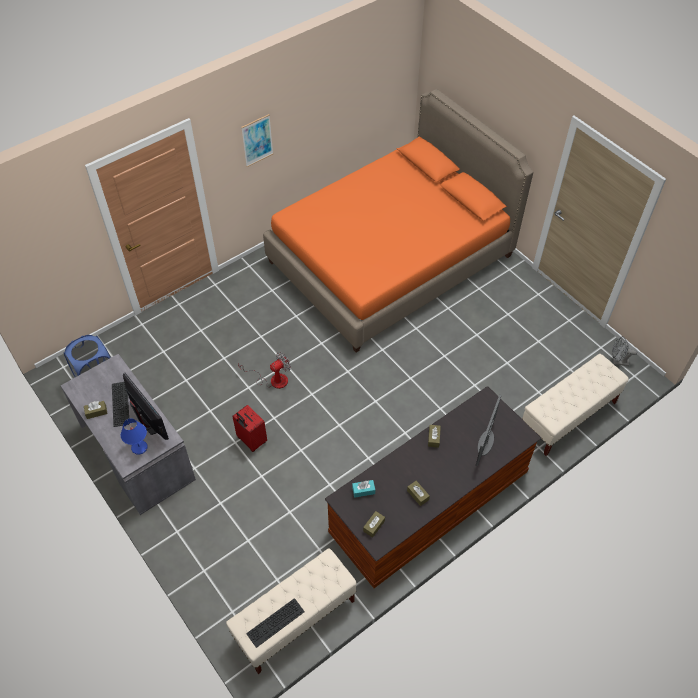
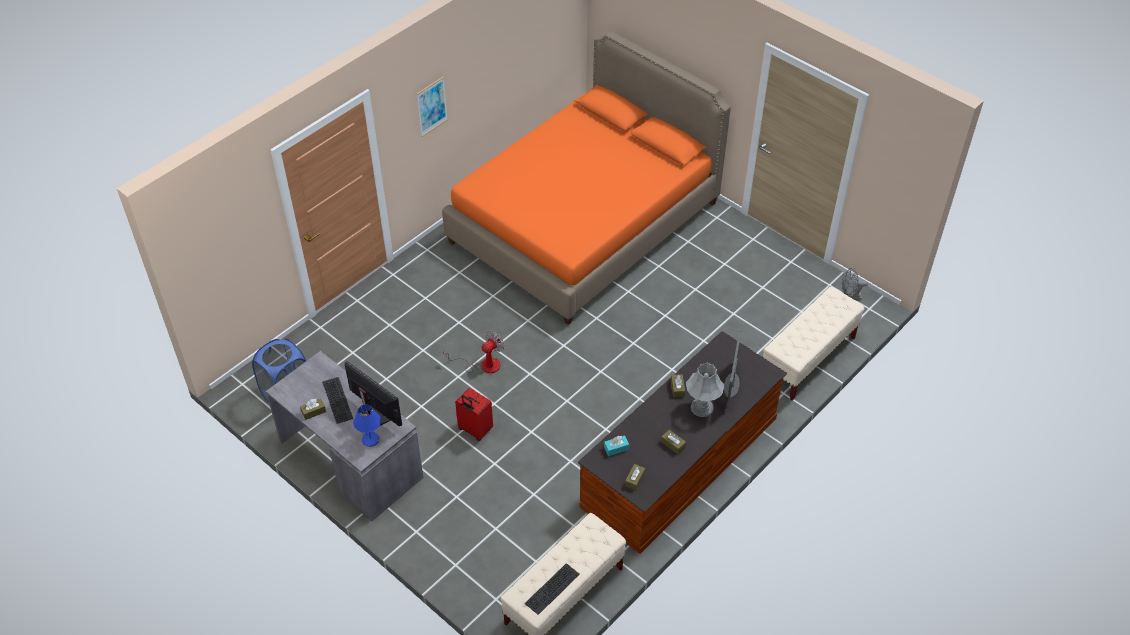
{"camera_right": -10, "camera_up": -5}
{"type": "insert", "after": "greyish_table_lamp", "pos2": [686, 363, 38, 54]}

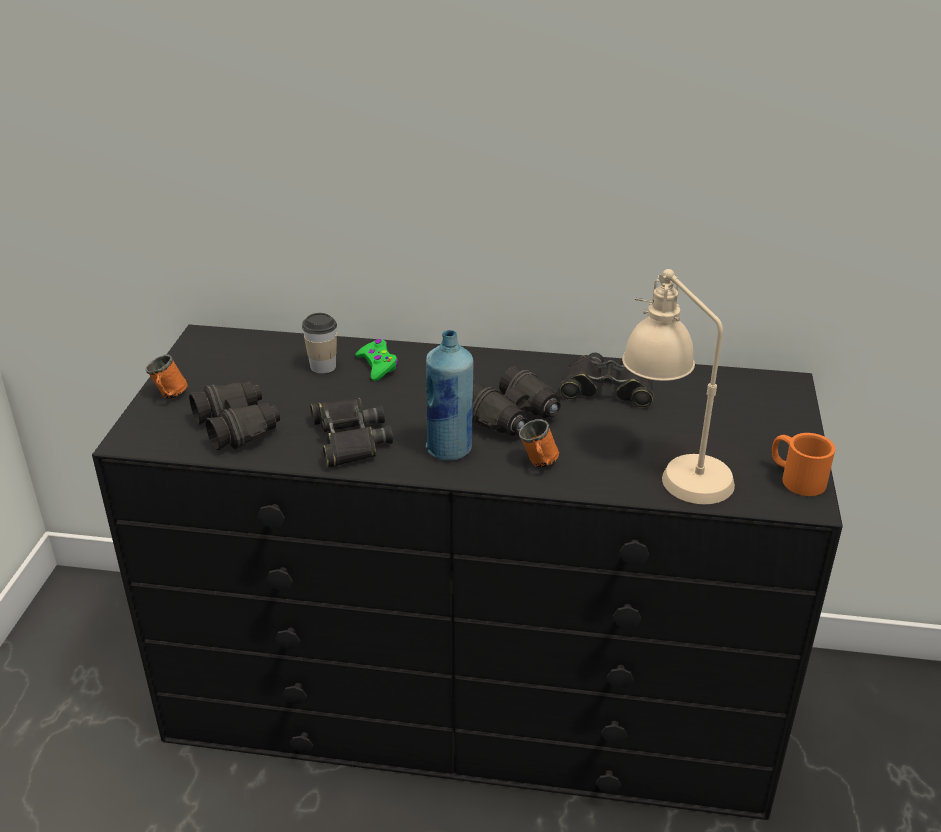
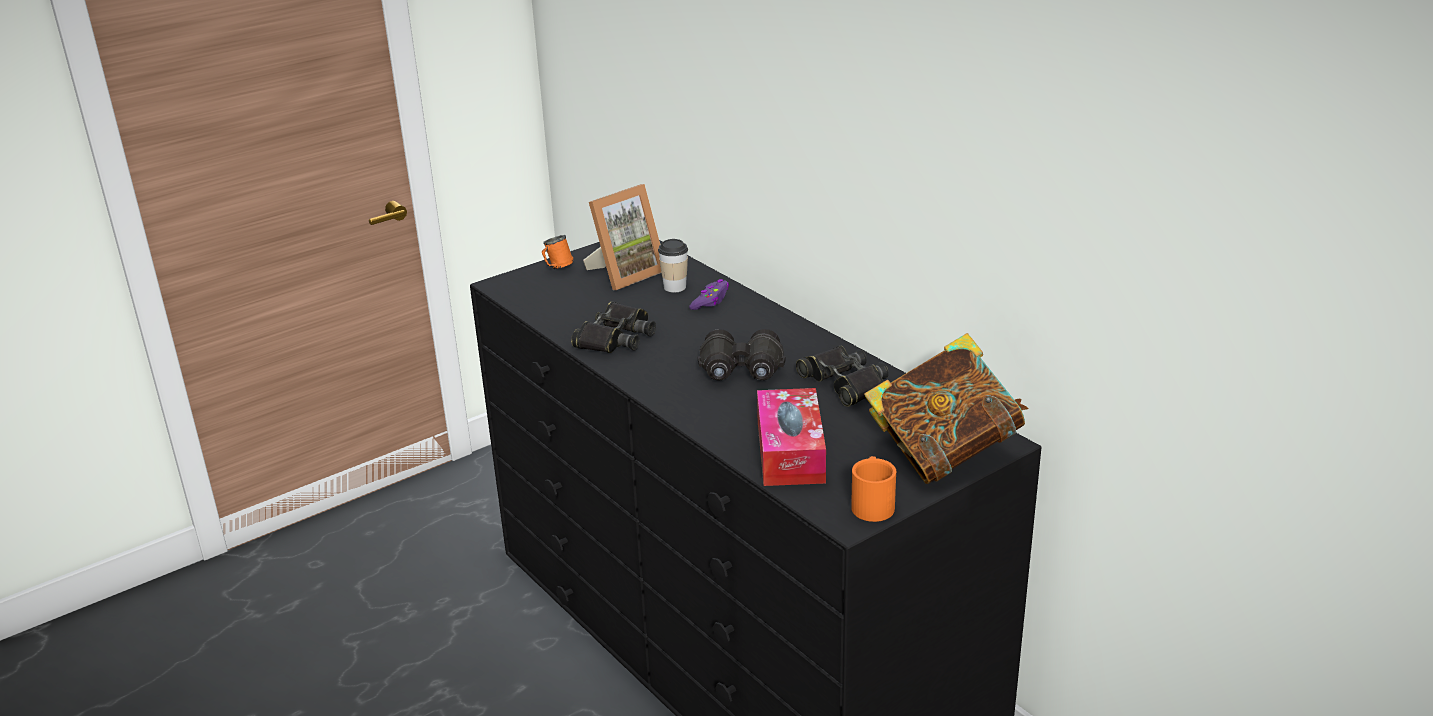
{"camera_right": 45, "camera_up": -5}
{"type": "replace", "before": "beige_table_lamp", "after": "box_of_tissues", "pos1": [622, 269, 113, 235], "pos2": [757, 388, 69, 98]}
{"type": "delete", "before": "blue-coloured_bottle", "pos1": [426, 330, 47, 131]}
{"type": "recolor", "before": "greenish_gamepad", "after": "purple_gamepad", "pos1": [356, 339, 42, 42], "pos2": [689, 279, 40, 31]}
{"type": "delete", "before": "black-coloured_pair_of_binoculars", "pos1": [189, 381, 91, 69]}
{"type": "delete", "before": "orange_coffee_mug", "pos1": [519, 419, 40, 48]}
{"type": "insert", "after": "picture_frame", "pos2": [583, 184, 78, 106]}
{"type": "insert", "after": "bound_book", "pos2": [864, 333, 165, 151]}

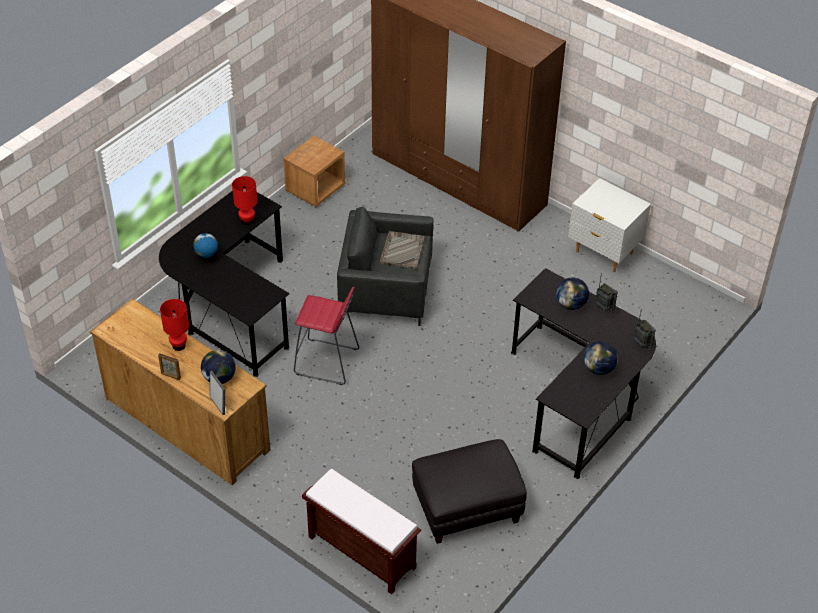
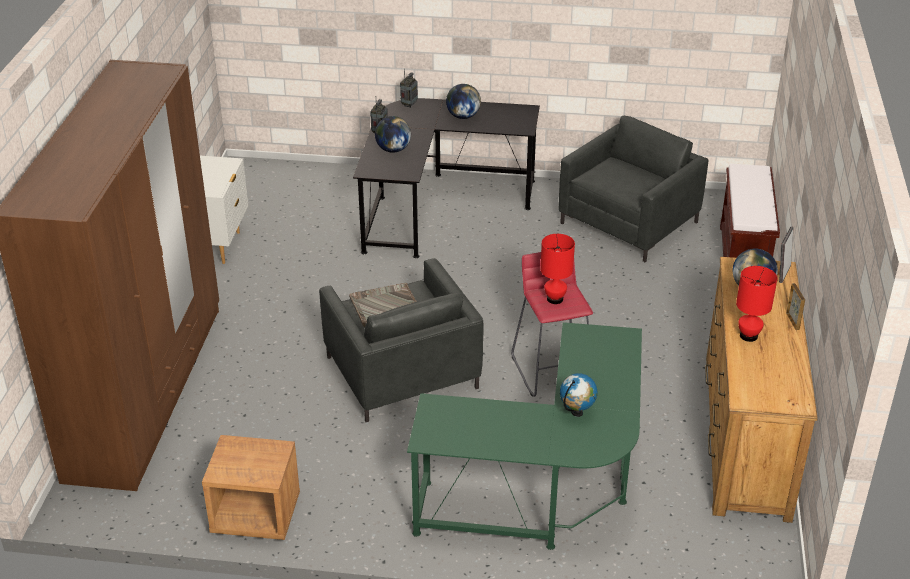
{"camera_right": -120, "camera_up": -10}
{"type": "move", "before": "red_table_lamp", "pos1": [232, 176, 25, 49], "pos2": [541, 234, 34, 70]}
{"type": "recolor", "before": "black-coloured_desk", "after": "greenish_desk", "pos1": [159, 191, 131, 186], "pos2": [407, 322, 235, 228]}
{"type": "replace", "before": "black-coloured_footrest", "after": "greyish_easy_chair", "pos1": [412, 439, 115, 105], "pos2": [559, 116, 150, 146]}

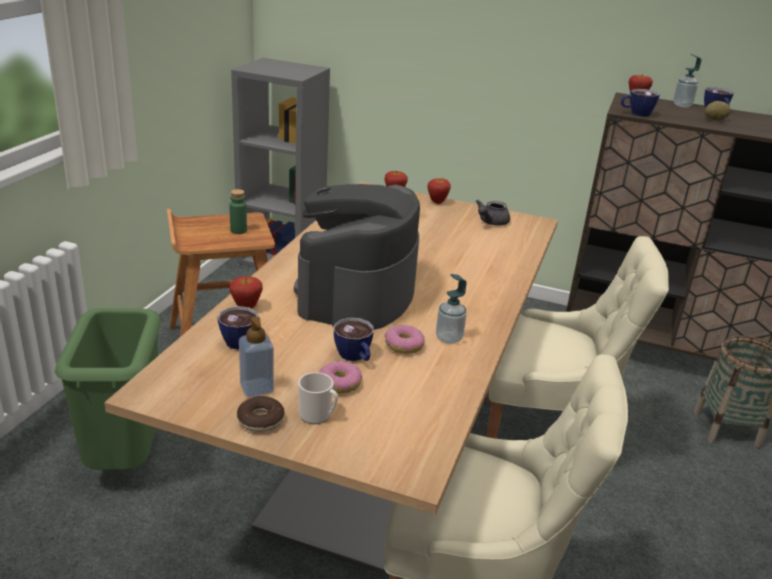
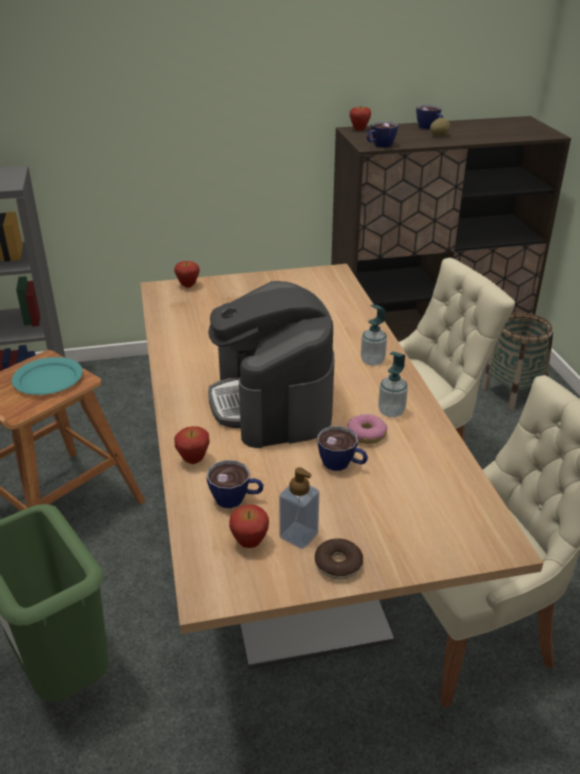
{"camera_right": -30, "camera_up": 5}
{"type": "move", "before": "soap_dispenser", "pos1": [673, 54, 28, 54], "pos2": [361, 305, 26, 61]}
{"type": "move", "before": "apple_fruit", "pos1": [427, 178, 24, 26], "pos2": [229, 504, 40, 44]}
{"type": "replace", "before": "greenish_bottle", "after": "turquoise-coloured_dinner_plate", "pos1": [230, 189, 17, 45], "pos2": [12, 357, 71, 38]}
{"type": "delete", "before": "greyish_pot_for_tea", "pos1": [476, 200, 34, 26]}
{"type": "delete", "before": "doughnut", "pos1": [319, 361, 43, 33]}
{"type": "delete", "before": "coffee_mug", "pos1": [298, 372, 40, 52]}

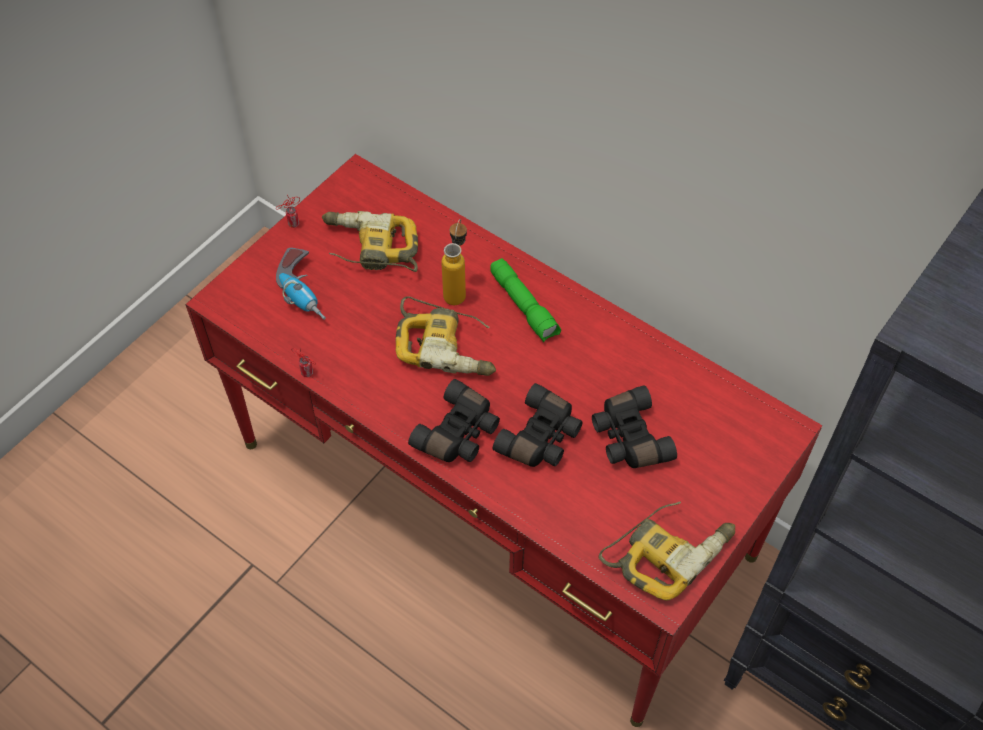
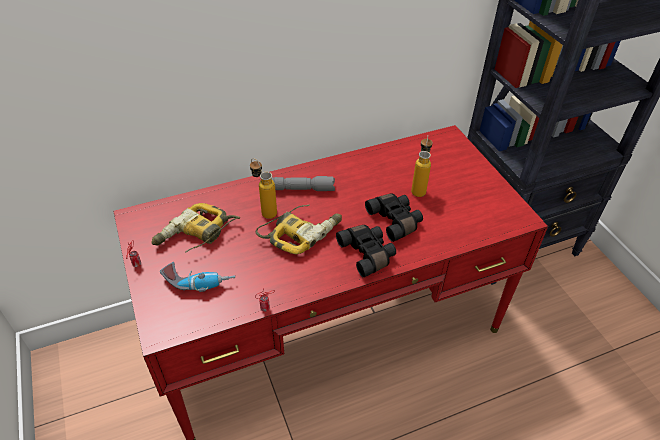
{"camera_right": -60, "camera_up": -10}
{"type": "recolor", "before": "greenish_hand_torch", "after": "greyish_hand_torch", "pos1": [490, 258, 71, 84], "pos2": [272, 176, 63, 15]}
{"type": "replace", "before": "black-coloured_pair_of_binoculars", "after": "bottle", "pos1": [592, 385, 85, 83], "pos2": [411, 136, 21, 61]}
{"type": "delete", "before": "electric_drill", "pos1": [599, 502, 136, 98]}

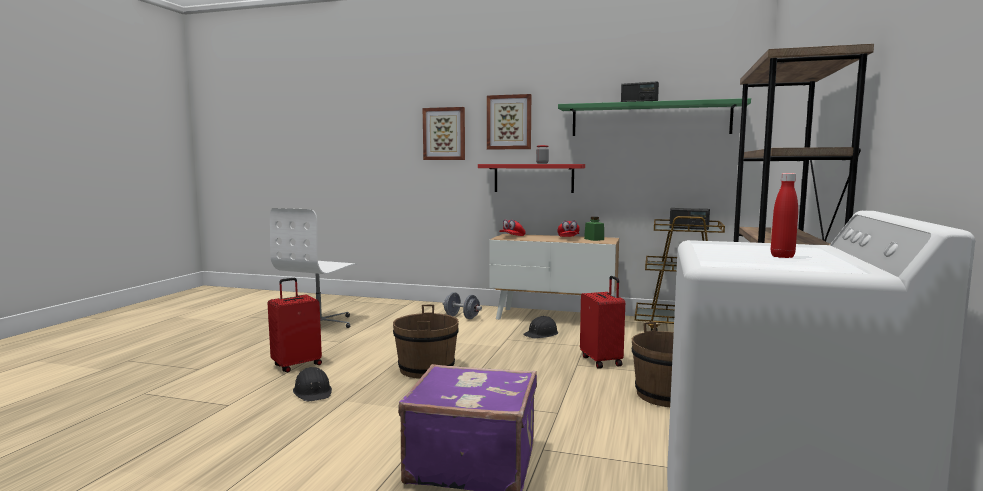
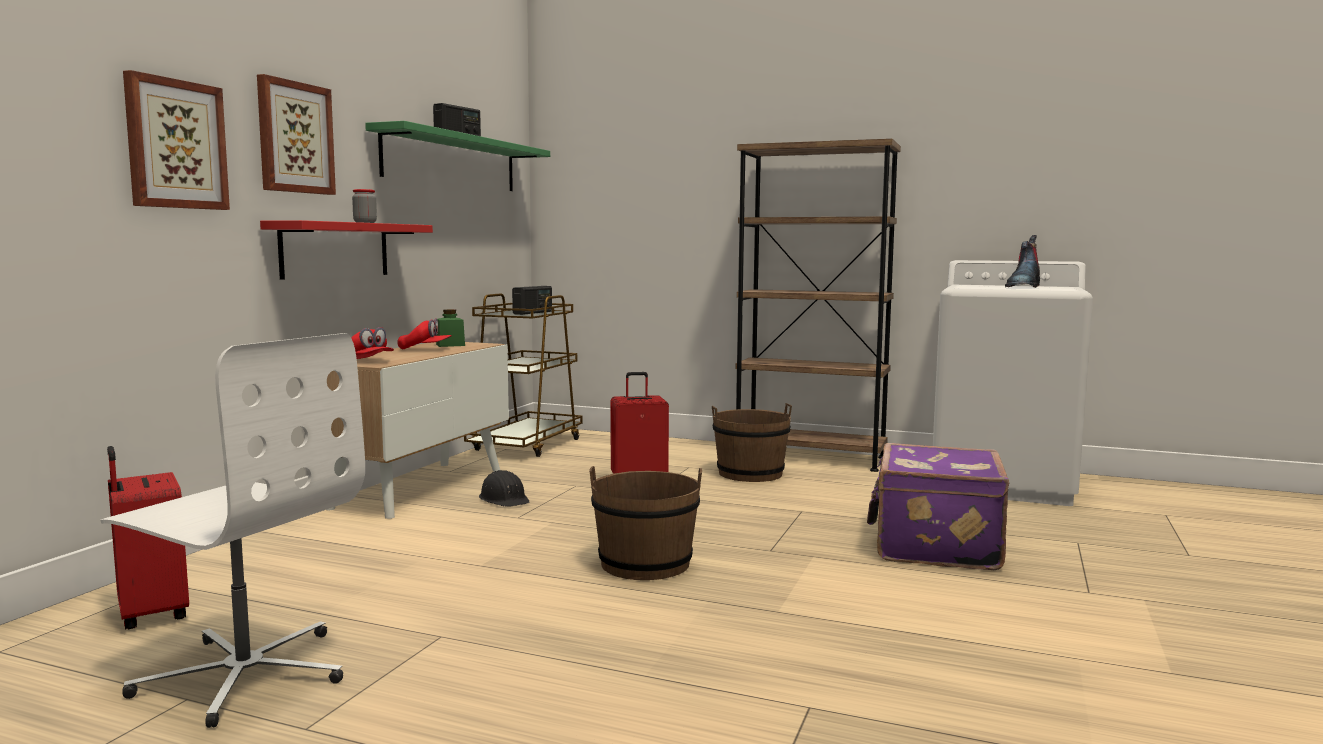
{"camera_right": -85, "camera_up": 0}
{"type": "replace", "before": "red_bottle", "after": "boot", "pos1": [771, 173, 27, 85], "pos2": [1005, 235, 35, 53]}
{"type": "move", "before": "red_travel_case", "pos1": [268, 278, 54, 95], "pos2": [107, 446, 82, 184]}
{"type": "delete", "before": "greyish_free_weight", "pos1": [442, 292, 40, 27]}
{"type": "delete", "before": "black-coloured_safety_helmet", "pos1": [293, 367, 39, 34]}

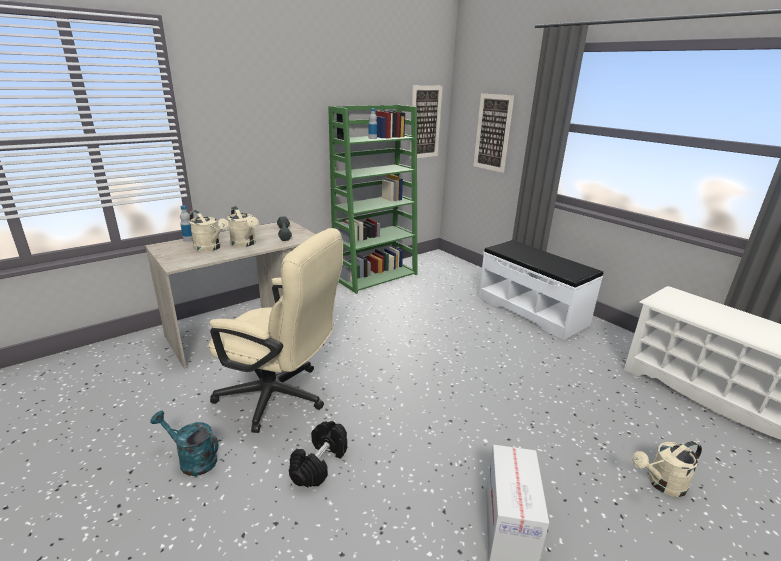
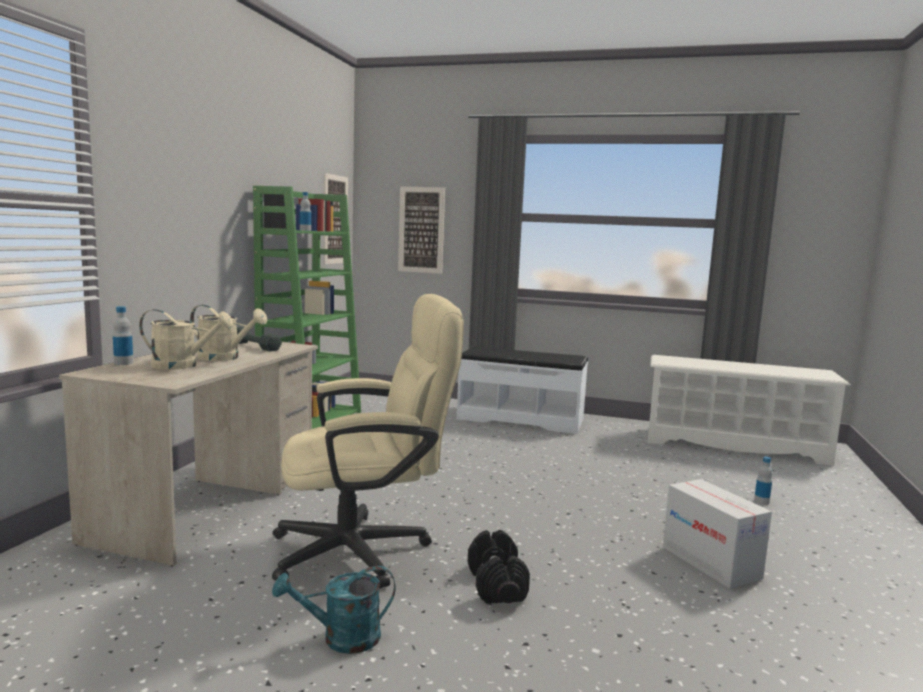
{"camera_right": -35, "camera_up": -15}
{"type": "replace", "before": "beige_watering_can", "after": "bottle", "pos1": [632, 441, 70, 56], "pos2": [754, 457, 19, 48]}

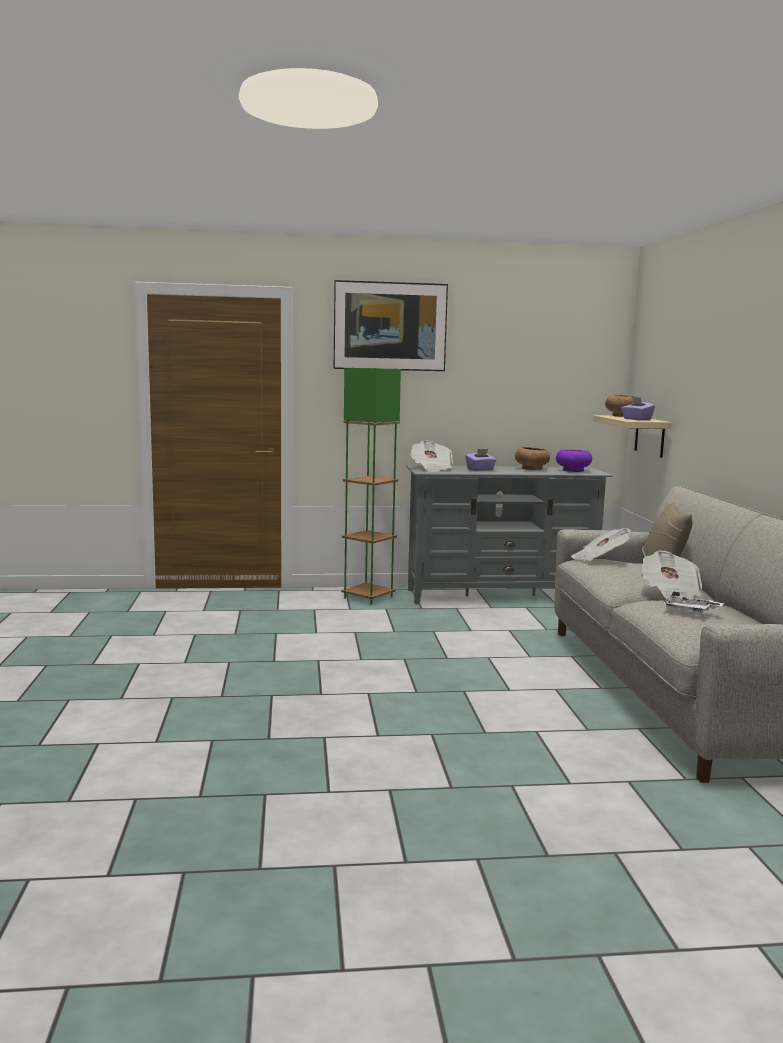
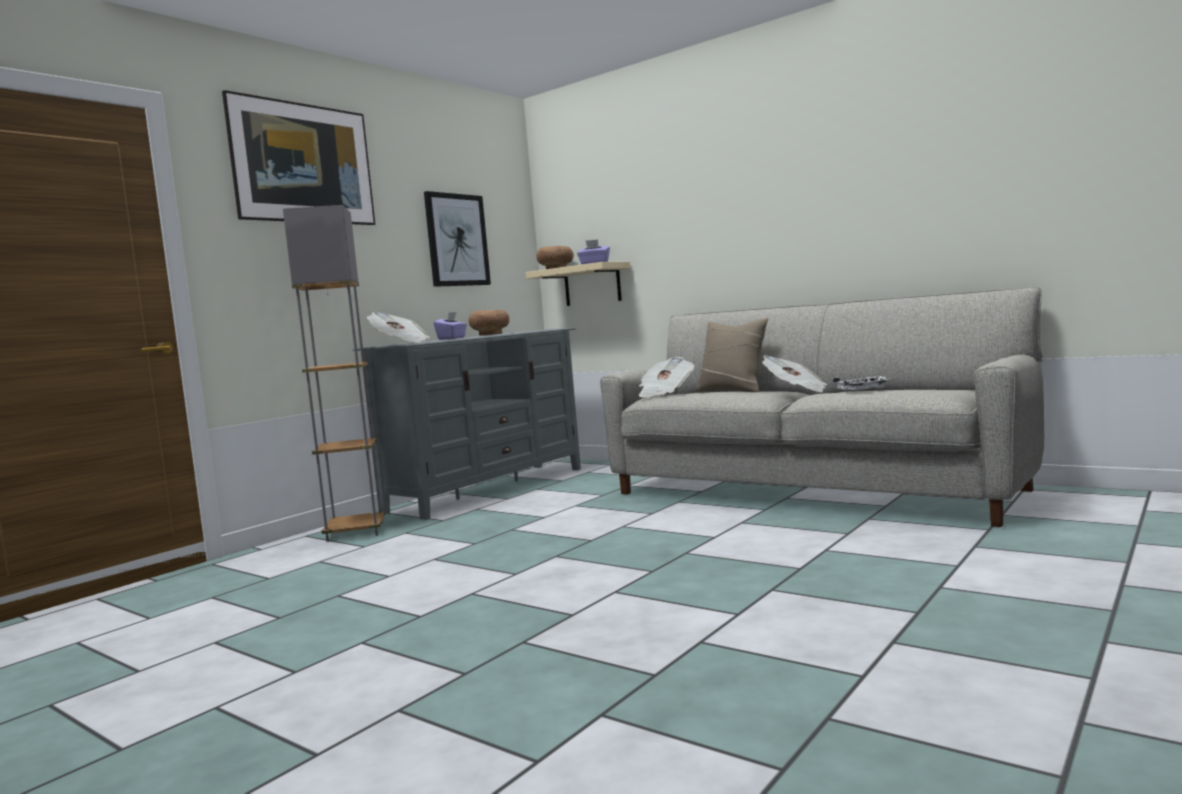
{"camera_right": -45, "camera_up": -5}
{"type": "recolor", "before": "greenish_standard_lamp", "after": "greyish_standard_lamp", "pos1": [341, 368, 60, 237], "pos2": [283, 205, 102, 337]}
{"type": "delete", "before": "purple_deep_dish", "pos1": [556, 449, 36, 23]}
{"type": "insert", "after": "wall_picture", "pos2": [424, 191, 67, 96]}

